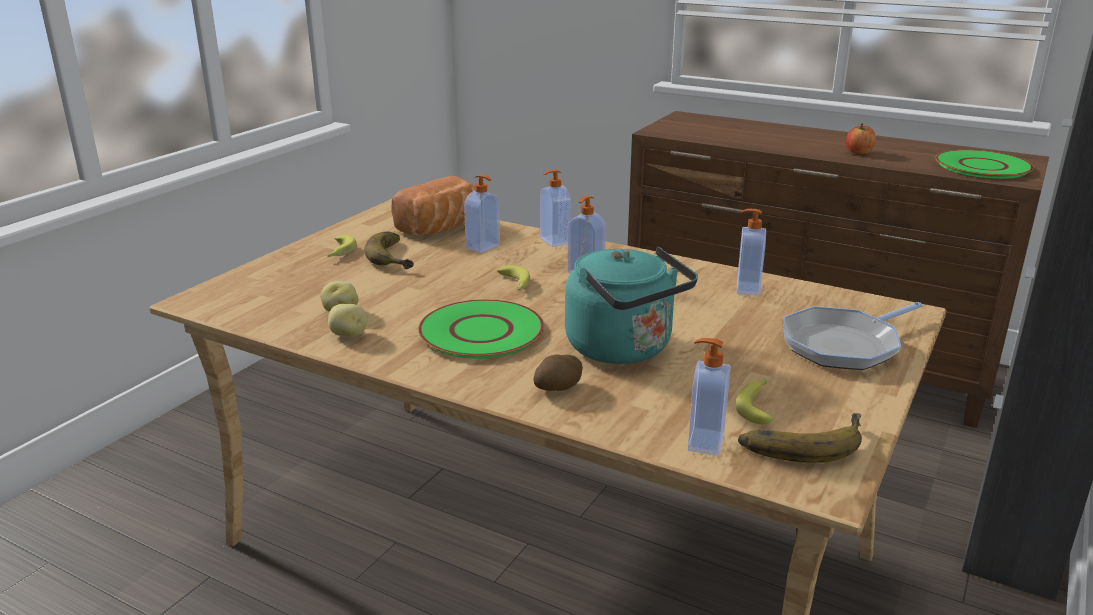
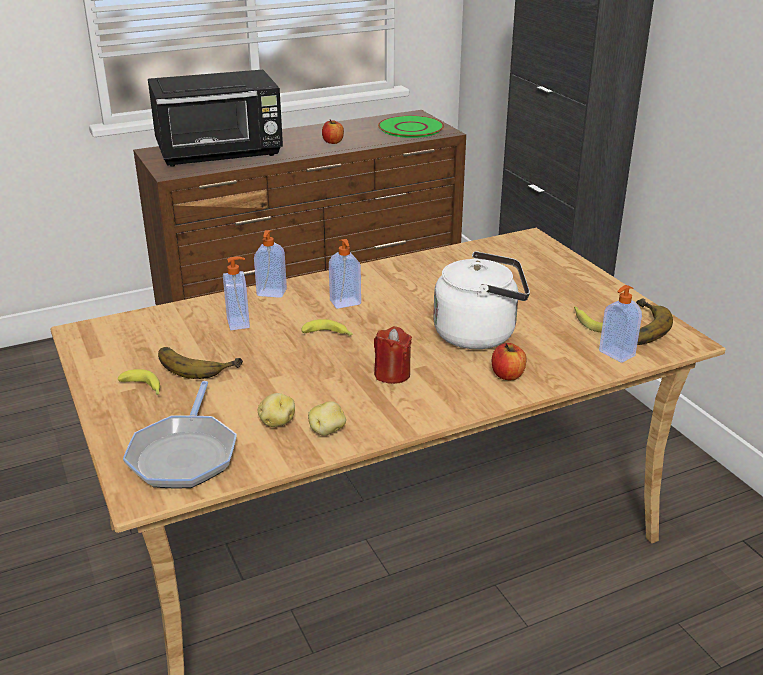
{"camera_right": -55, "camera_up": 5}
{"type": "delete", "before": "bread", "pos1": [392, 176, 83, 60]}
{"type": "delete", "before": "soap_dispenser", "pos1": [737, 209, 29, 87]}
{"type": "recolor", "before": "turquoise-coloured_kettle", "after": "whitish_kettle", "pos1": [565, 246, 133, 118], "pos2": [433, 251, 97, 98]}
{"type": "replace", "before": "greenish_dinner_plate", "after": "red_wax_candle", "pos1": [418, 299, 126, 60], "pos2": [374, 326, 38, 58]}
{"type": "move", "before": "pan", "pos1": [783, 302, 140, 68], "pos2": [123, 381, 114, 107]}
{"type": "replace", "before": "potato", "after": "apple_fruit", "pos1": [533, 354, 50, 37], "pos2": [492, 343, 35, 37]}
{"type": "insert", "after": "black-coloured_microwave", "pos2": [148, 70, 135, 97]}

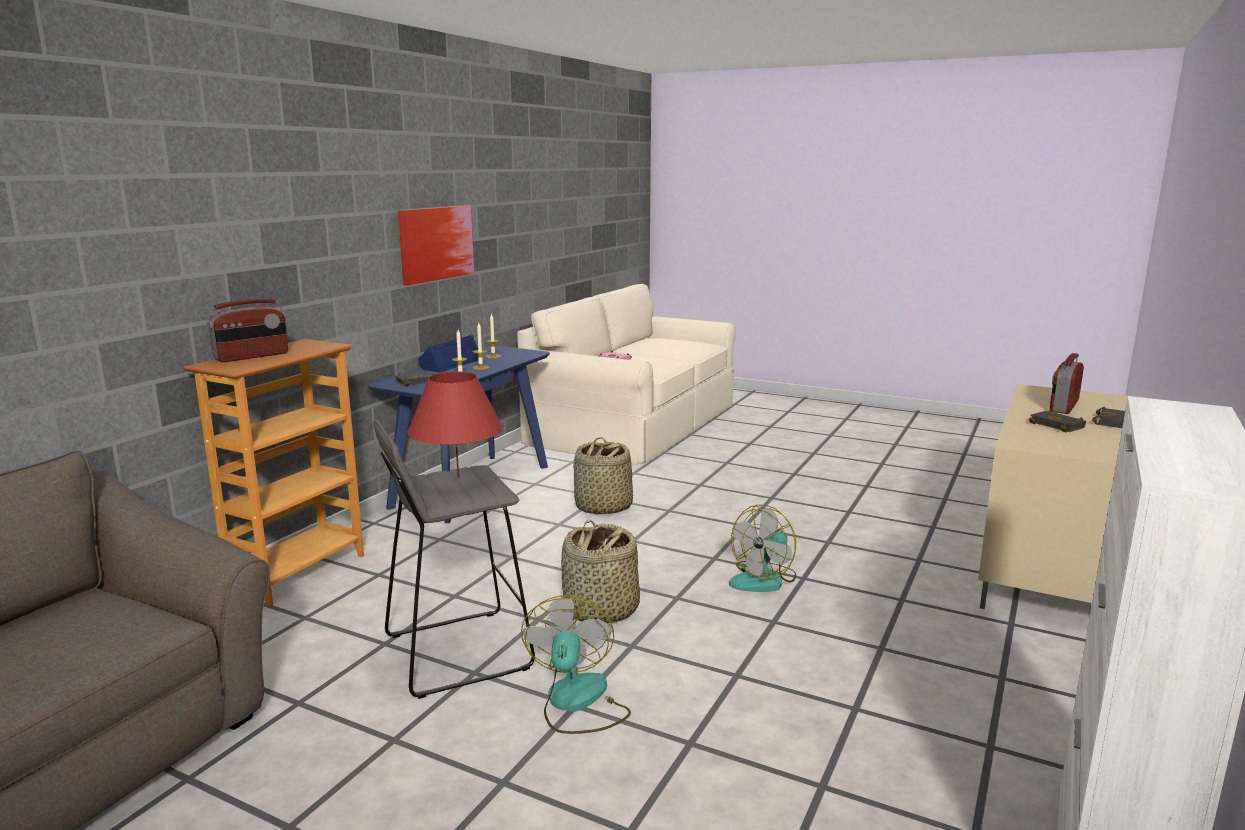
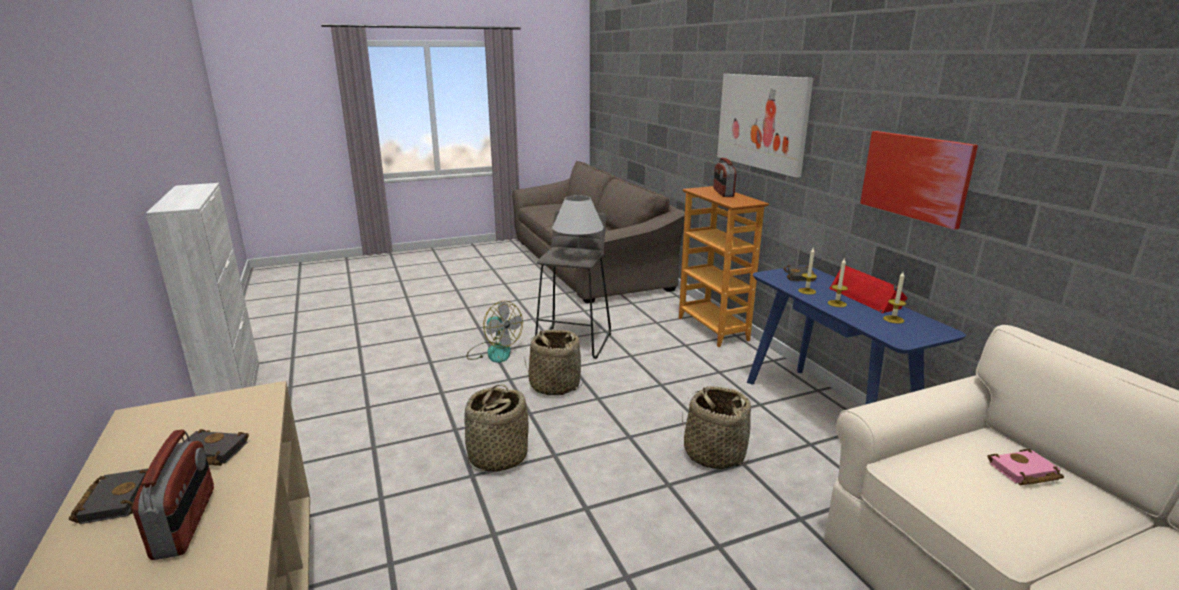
{"camera_right": 130, "camera_up": 5}
{"type": "recolor", "before": "blue-coloured_audio_speaker", "after": "red_audio_speaker", "pos1": [418, 334, 60, 39], "pos2": [829, 265, 78, 48]}
{"type": "recolor", "before": "red_table_lamp", "after": "whitish_table_lamp", "pos1": [407, 372, 96, 106], "pos2": [552, 195, 52, 60]}
{"type": "replace", "before": "electric_fan", "after": "basket", "pos1": [729, 504, 67, 88], "pos2": [464, 384, 65, 88]}
{"type": "insert", "after": "wall_picture", "pos2": [717, 74, 96, 104]}

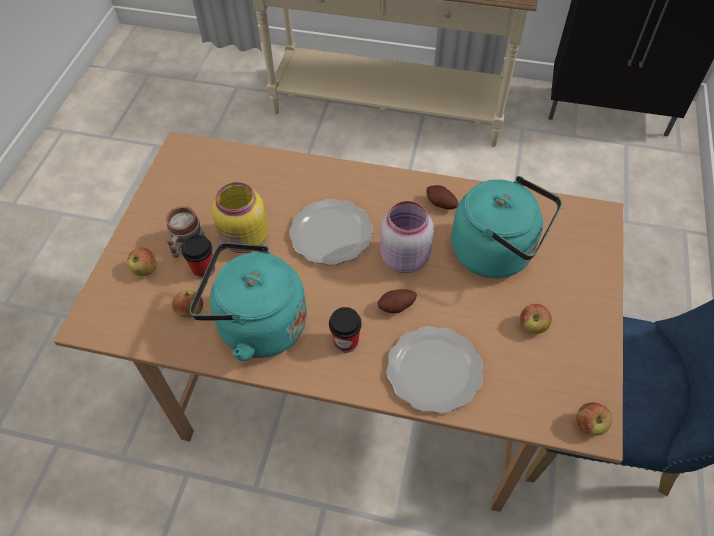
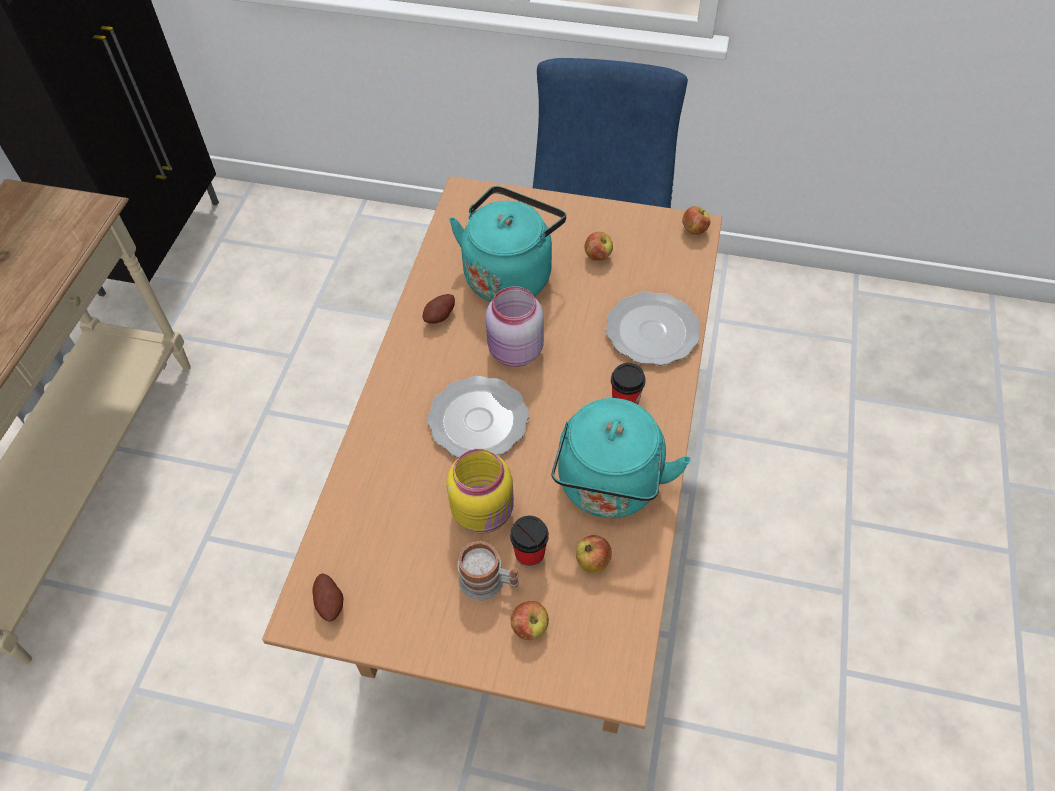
{"camera_right": -90, "camera_up": 0}
{"type": "move", "before": "potato", "pos1": [378, 289, 39, 24], "pos2": [312, 573, 31, 48]}

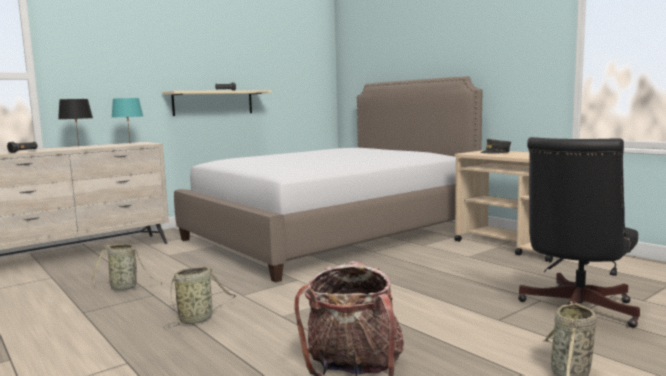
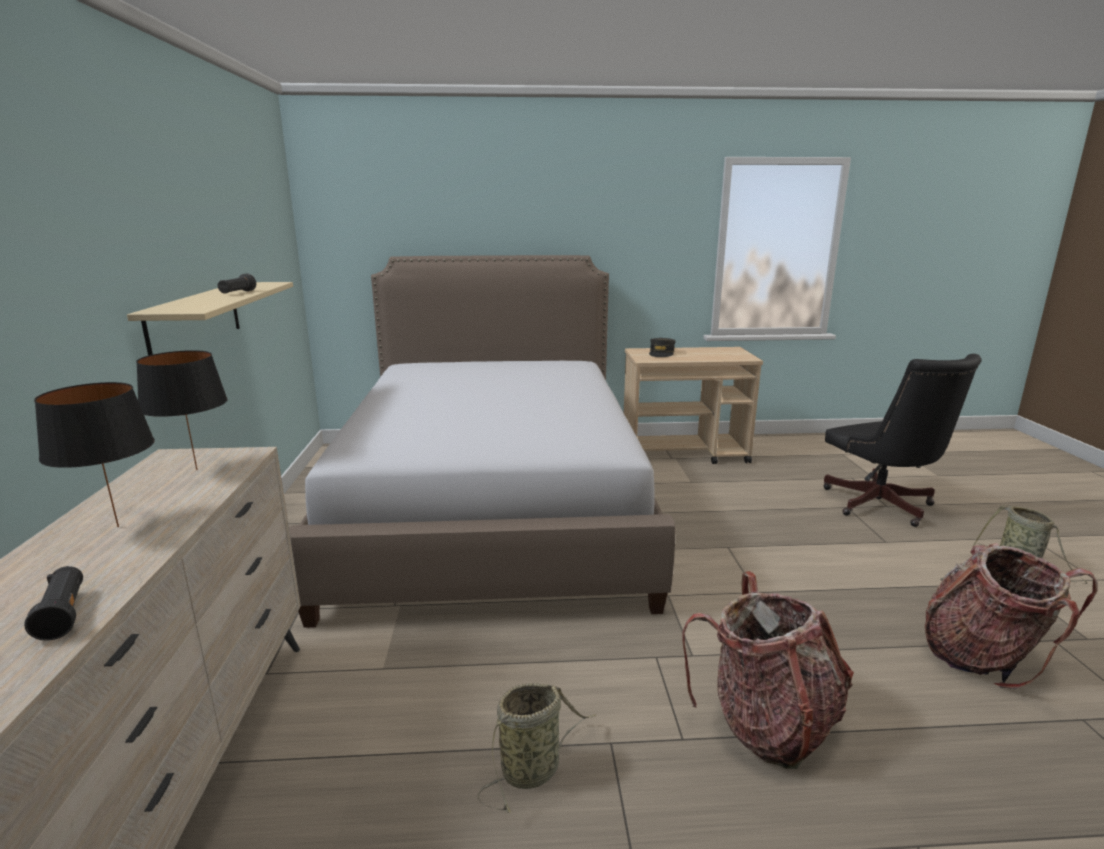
{"camera_right": -55, "camera_up": 10}
{"type": "recolor", "before": "turquoise-coloured_table_lamp", "after": "black-coloured_table_lamp", "pos1": [112, 98, 31, 42], "pos2": [136, 350, 91, 120]}
{"type": "replace", "before": "basket", "after": "knapsack", "pos1": [163, 266, 73, 62], "pos2": [682, 571, 172, 198]}

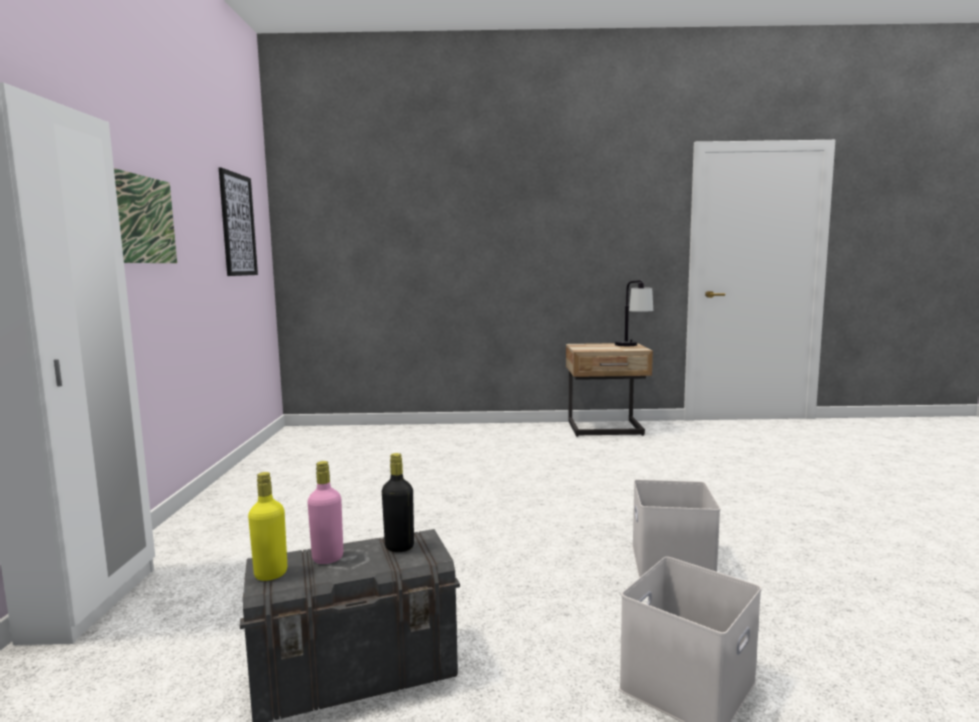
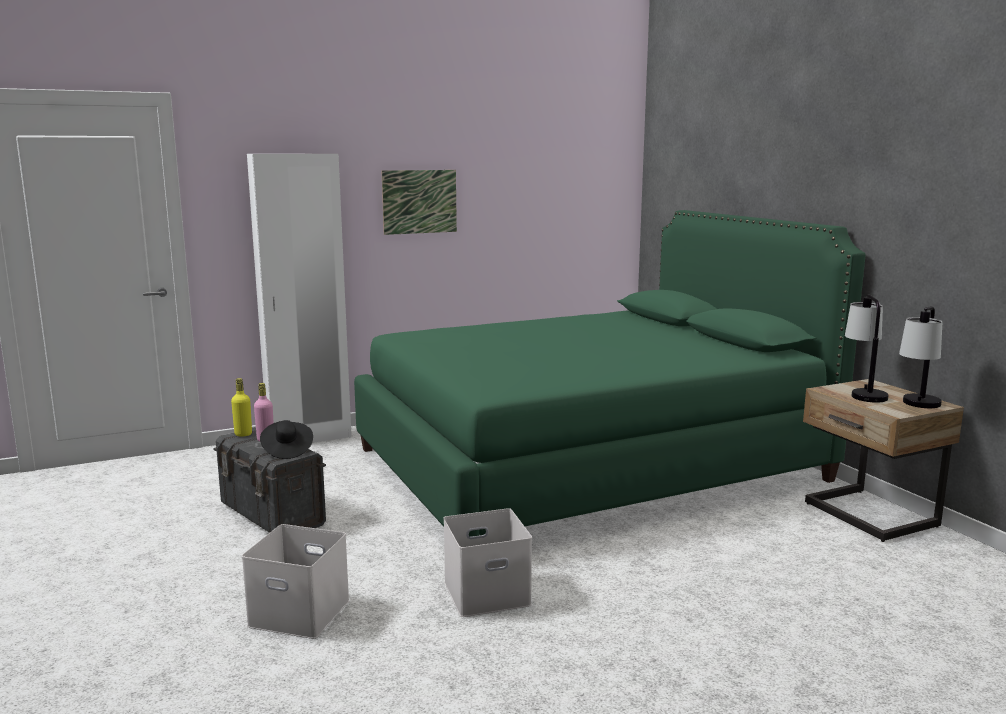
{"camera_right": 65, "camera_up": 5}
{"type": "delete", "before": "wall_picture", "pos1": [219, 168, 39, 108]}
{"type": "replace", "before": "black-coloured_bottle", "after": "black-coloured_hat", "pos1": [382, 453, 32, 99], "pos2": [260, 420, 53, 39]}
{"type": "insert", "after": "greenish_bedroom_bed", "pos2": [354, 210, 512, 327]}
{"type": "insert", "after": "table_lamp", "pos2": [845, 294, 43, 109]}

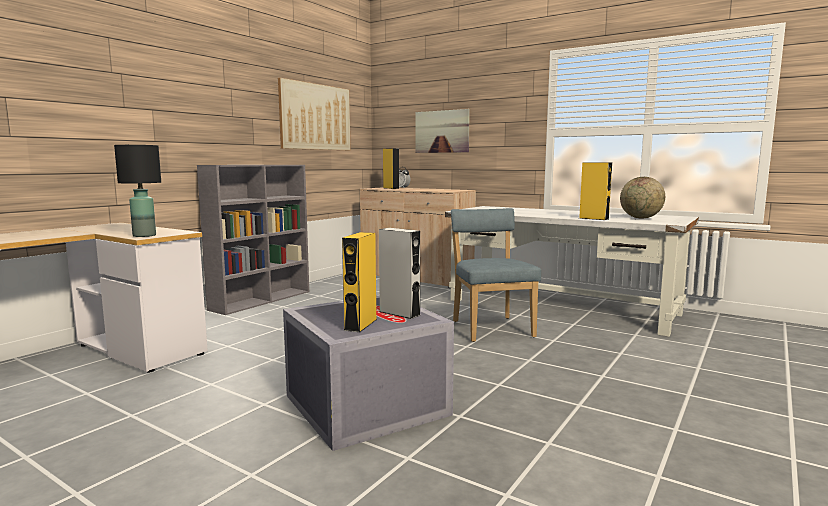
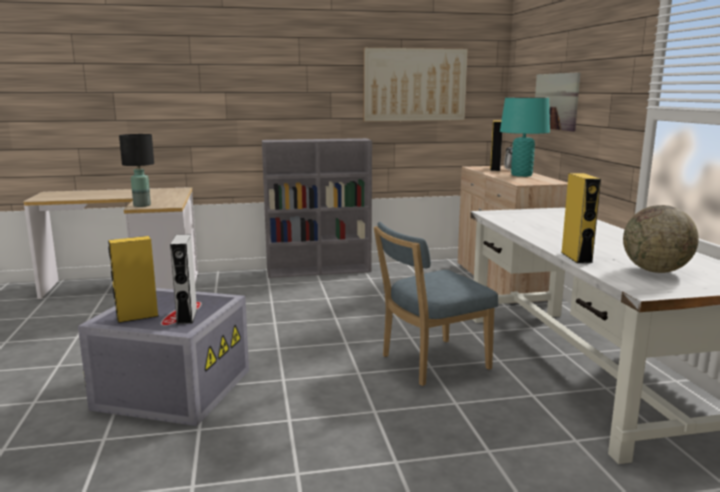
{"camera_right": 45, "camera_up": 5}
{"type": "rotate", "before": "blue-coloured_plain_chair", "pos1": [451, 208, 90, 134], "pos2": [373, 222, 125, 164], "turn": -150}
{"type": "insert", "after": "turquoise-coloured_table_lamp", "pos2": [500, 97, 50, 80]}

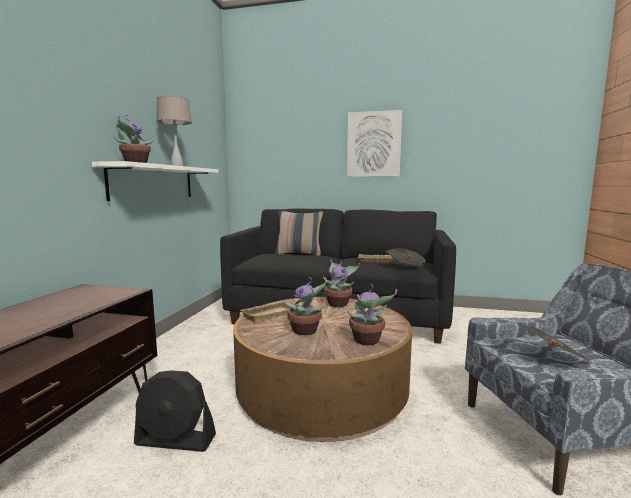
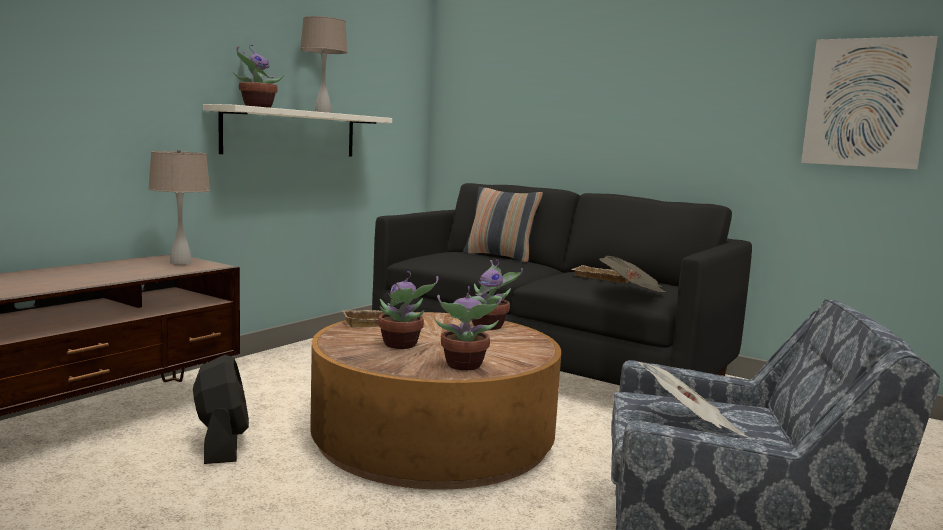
{"camera_right": 20, "camera_up": 0}
{"type": "move", "before": "wall_picture", "pos1": [347, 110, 55, 67], "pos2": [801, 36, 137, 133]}
{"type": "rotate", "before": "black-coloured_electric_fan", "pos1": [134, 370, 82, 82], "pos2": [193, 355, 56, 109], "turn": -135}
{"type": "insert", "after": "beige_table_lamp", "pos2": [148, 149, 62, 116]}

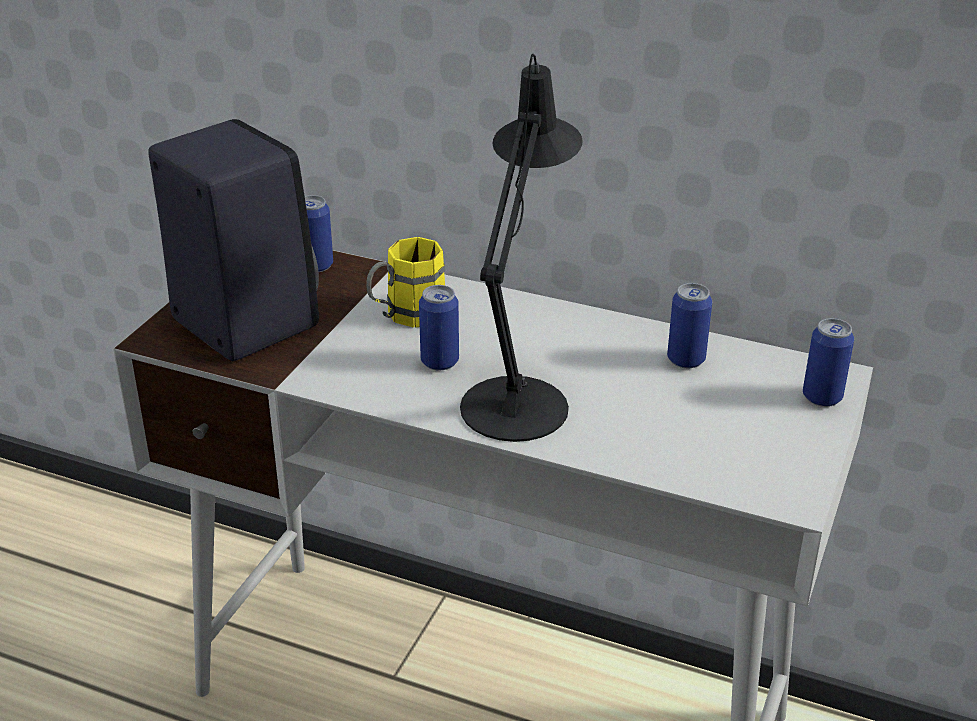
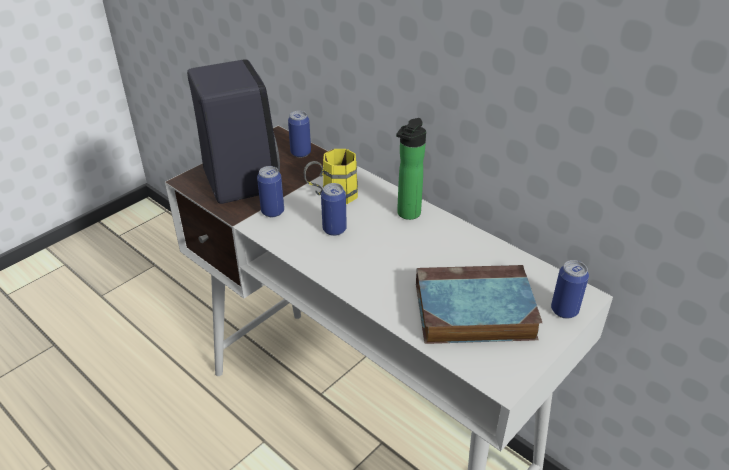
{"camera_right": 20, "camera_up": 5}
{"type": "delete", "before": "black-coloured_table_lamp", "pos1": [460, 54, 122, 388]}
{"type": "move", "before": "can", "pos1": [667, 283, 45, 85], "pos2": [257, 166, 27, 51]}
{"type": "insert", "after": "bottle", "pos2": [396, 118, 30, 102]}
{"type": "insert", "after": "bound_book", "pos2": [416, 265, 126, 79]}

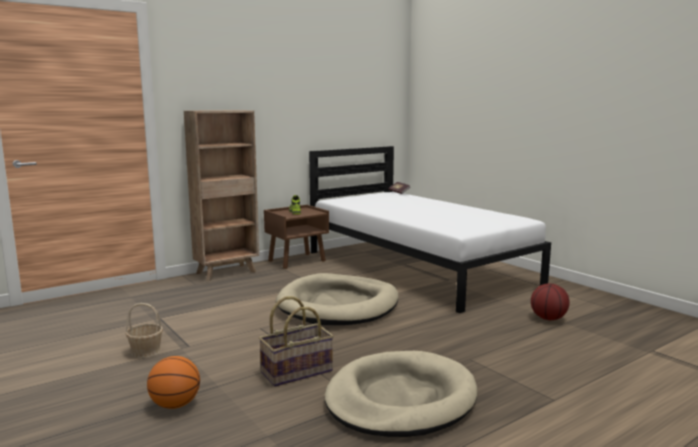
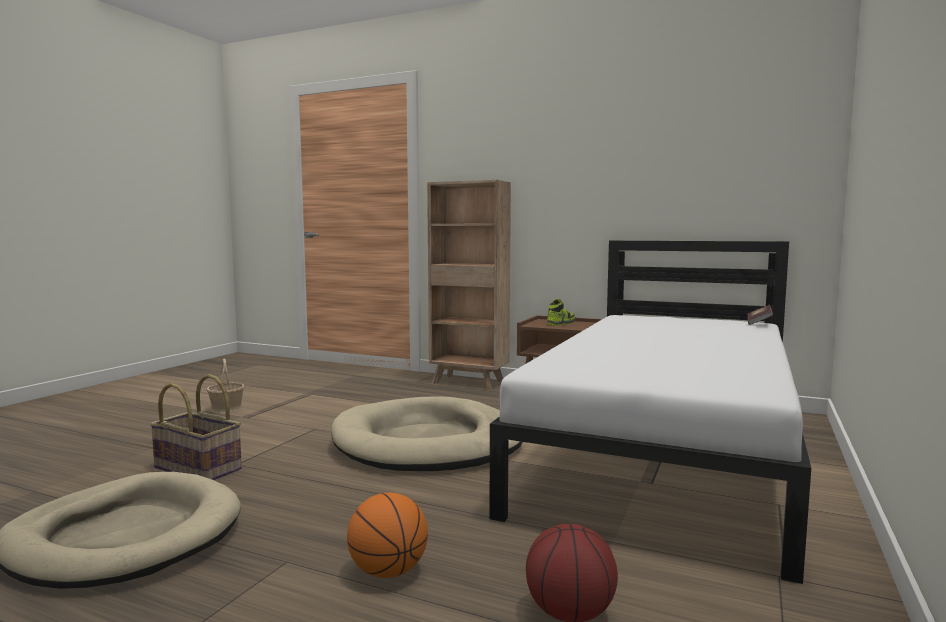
{"camera_right": 60, "camera_up": -5}
{"type": "move", "before": "ball_for_basketball", "pos1": [147, 356, 53, 53], "pos2": [347, 493, 81, 85]}

